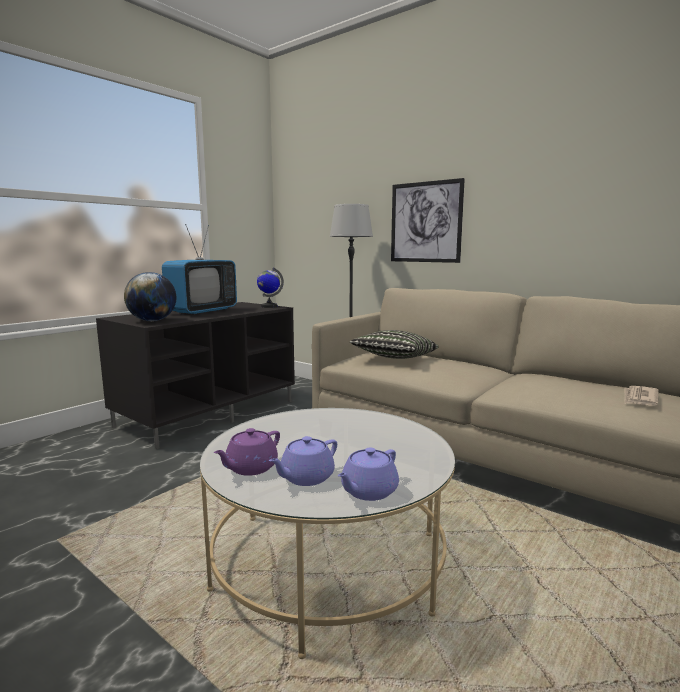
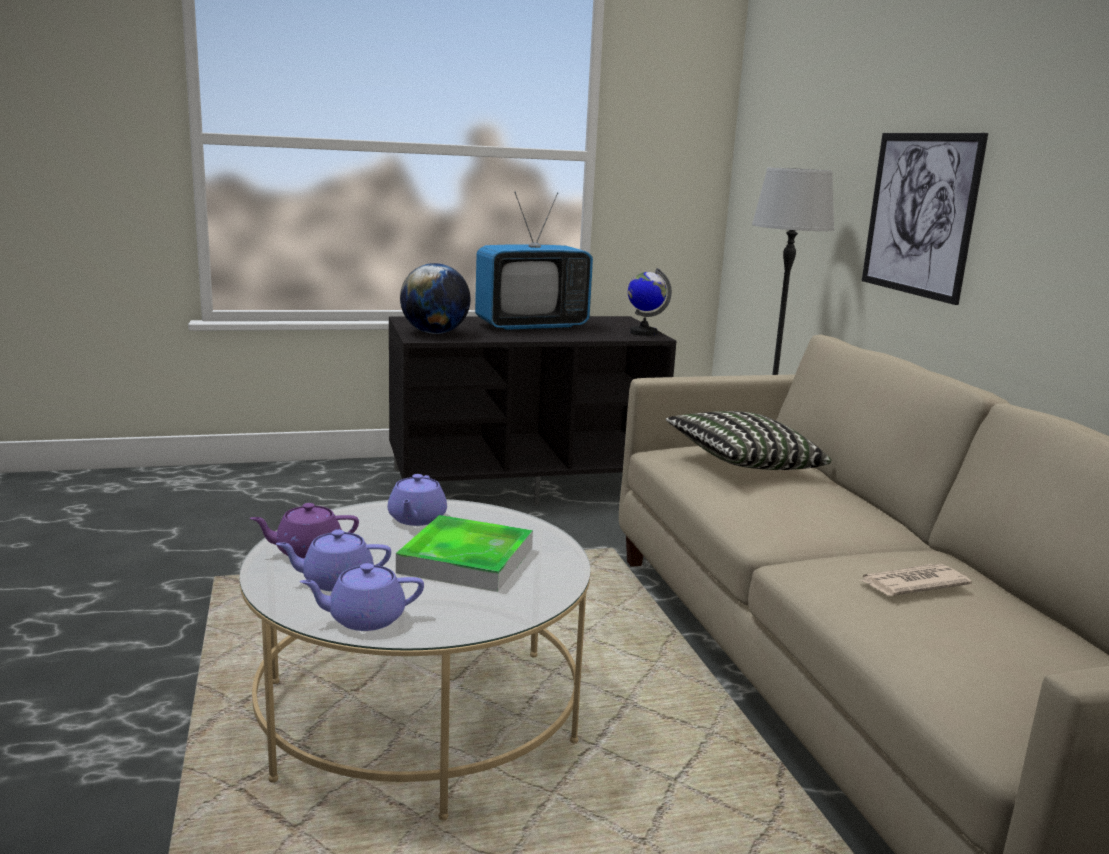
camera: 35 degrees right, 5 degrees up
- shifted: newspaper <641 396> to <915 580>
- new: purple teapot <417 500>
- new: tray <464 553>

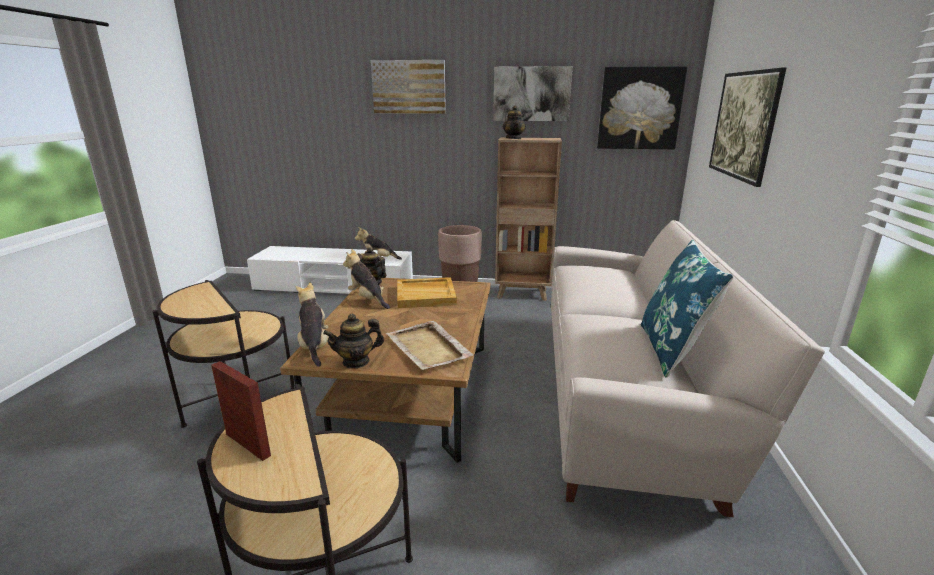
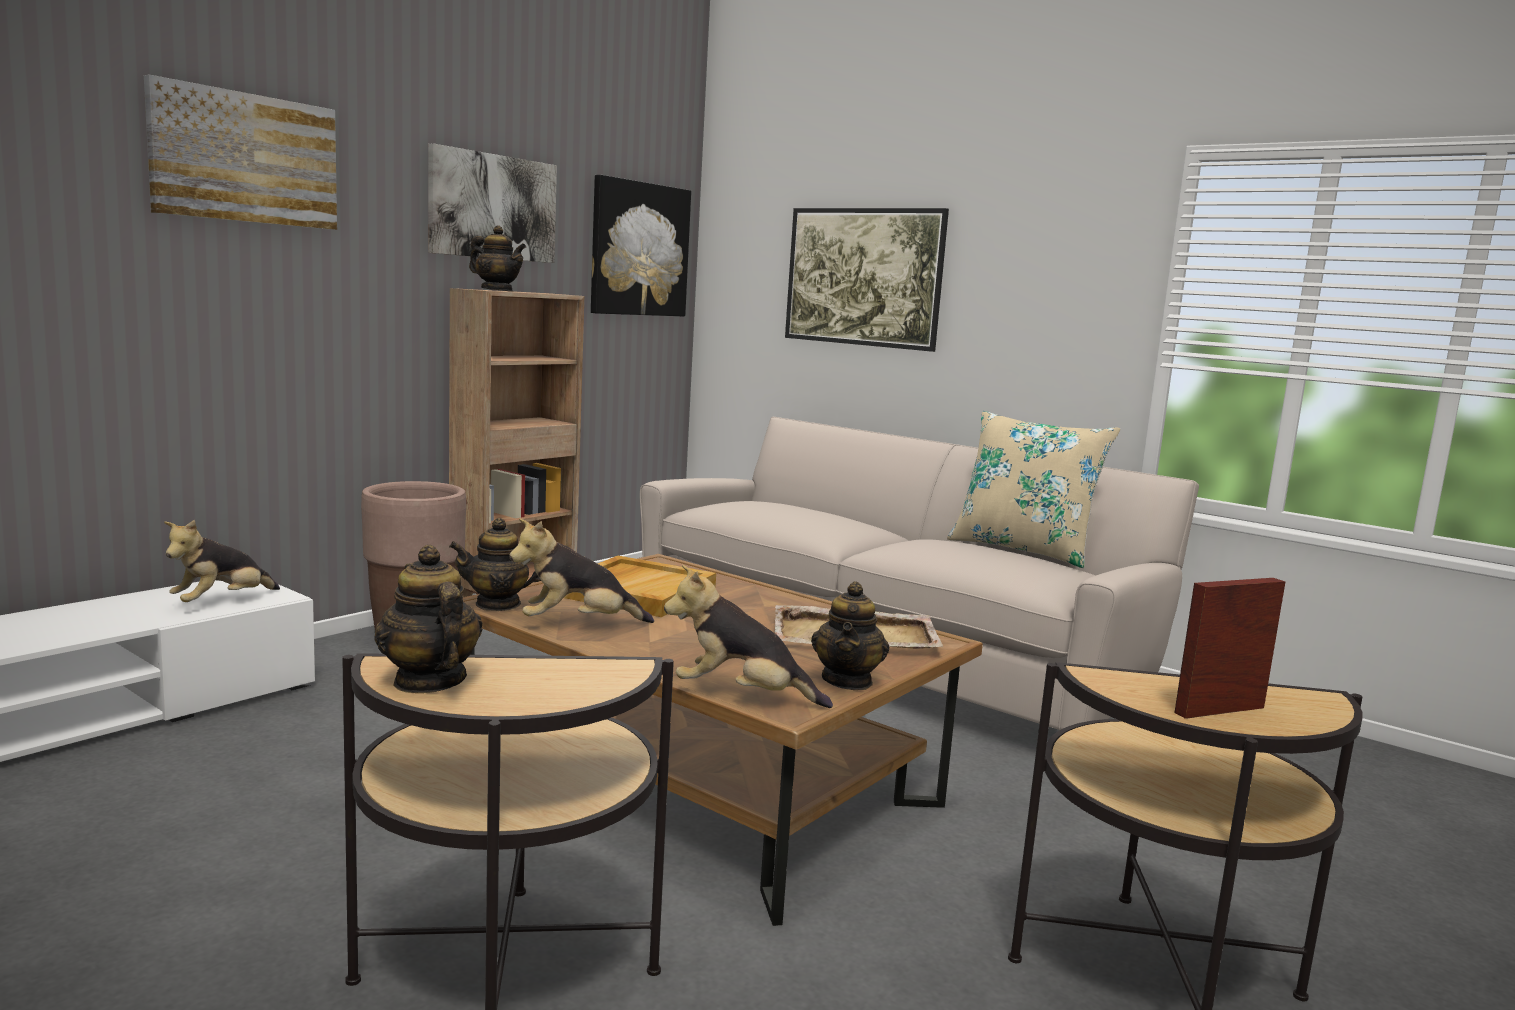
camera: 60 degrees left, 10 degrees down
- repainted: blue pillow <687 309> to beige pillow <1034 489>
- new: teapot <428 619>

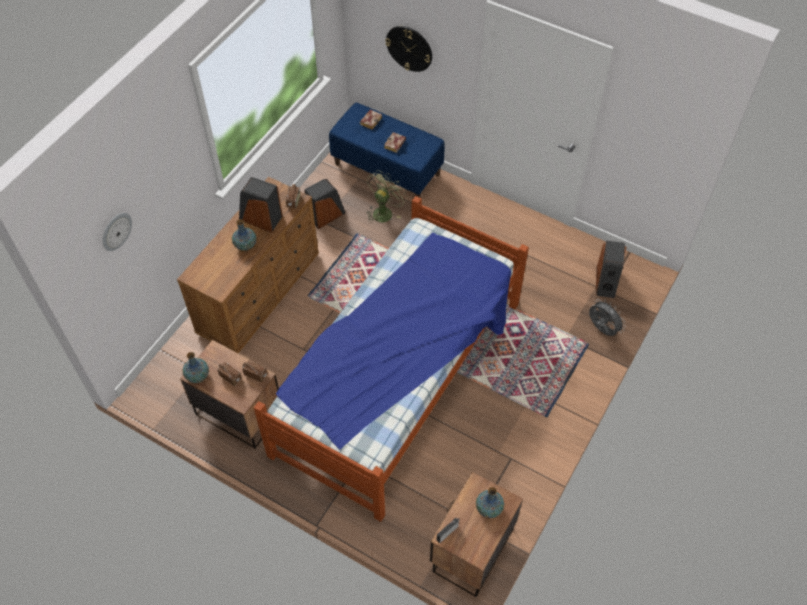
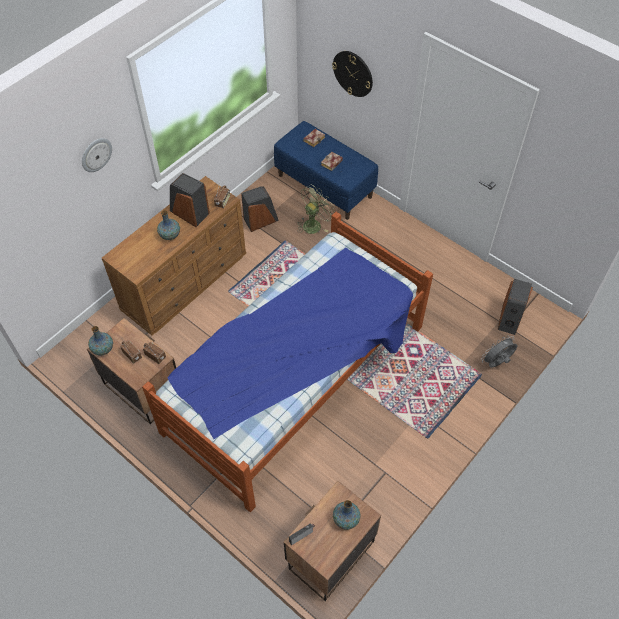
camera: 10 degrees right, 0 degrees up
- shifted: wall clock <117 232> to <97 155>
- rotated: grey fan <607 317> = <499 351> 90 degrees counterclockwise

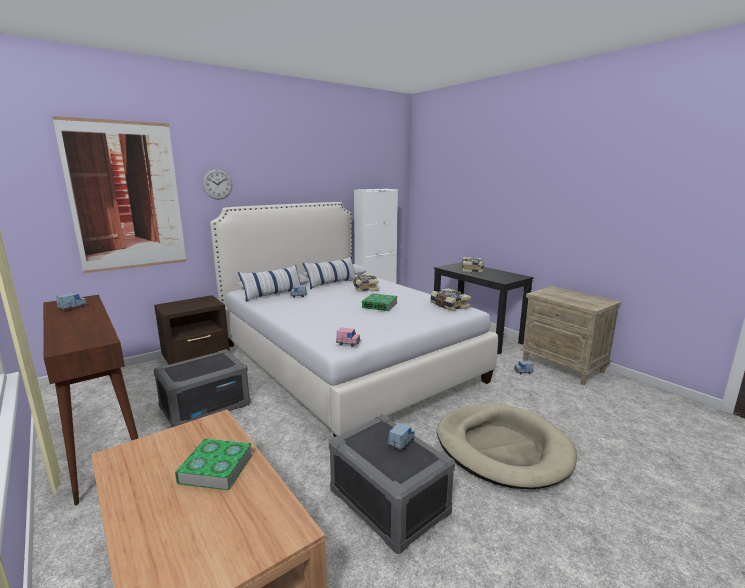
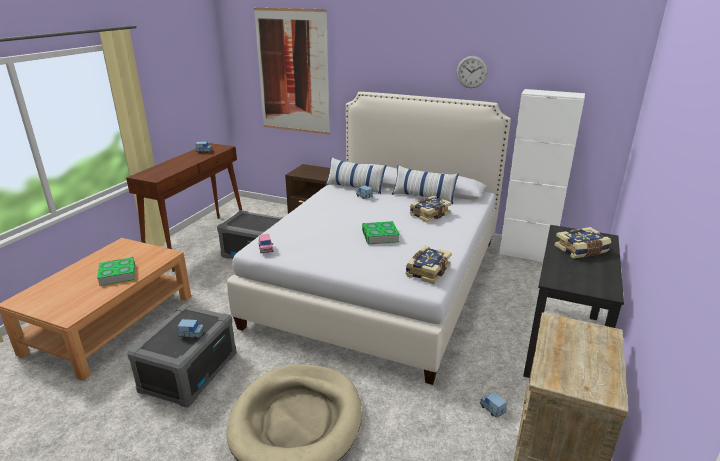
camera: 60 degrees right, 10 degrees up
- shifted: wall clock <217 184> to <472 72>

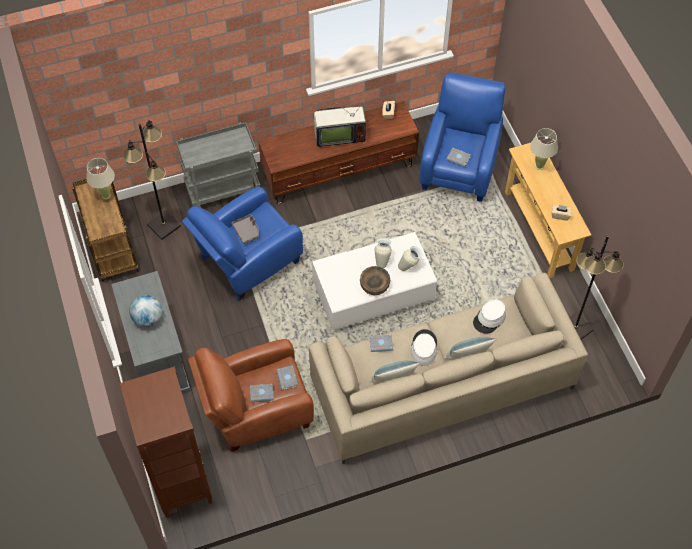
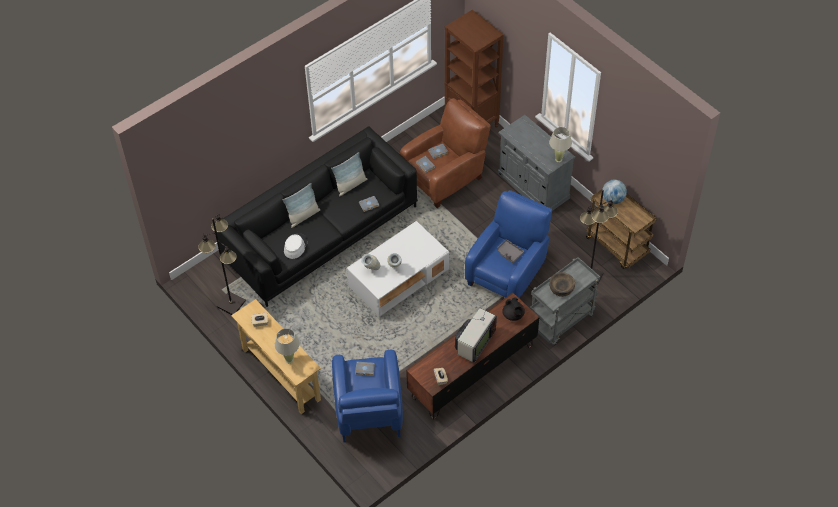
camera: 160 degrees right, 5 degrees down
- rotated: television <340 122> = <476 329> 150 degrees clockwise
- shifted: beige table lamp <100 179> to <560 144>
- shifted: brown bowl <375 280> to <562 284>
- repainted: beige sofa <448 368> to black sofa <317 217>
- shifted: globe <145 311> to <614 192>
- gone: white hat <423 347>
- new: black teapot <513 309>

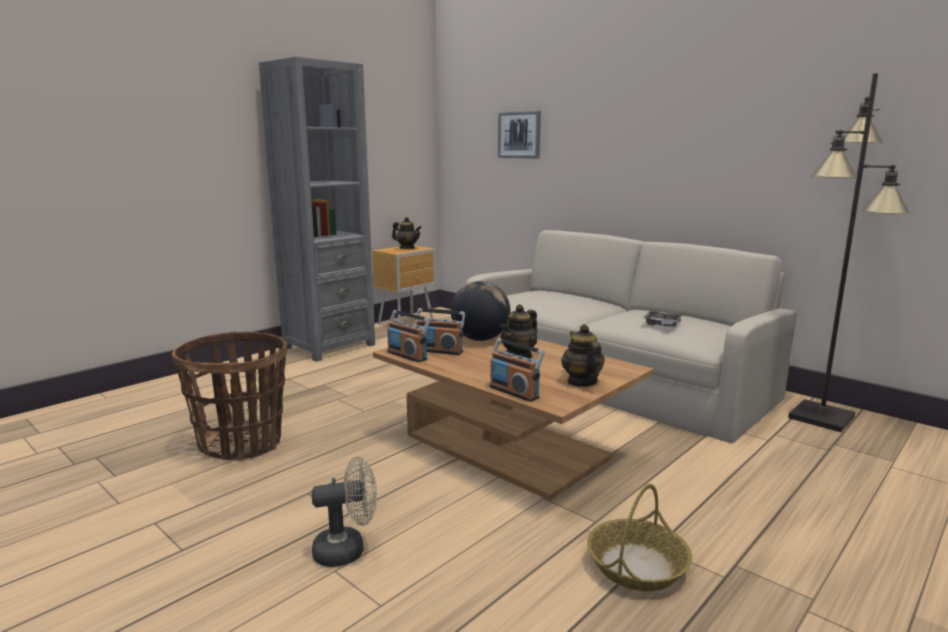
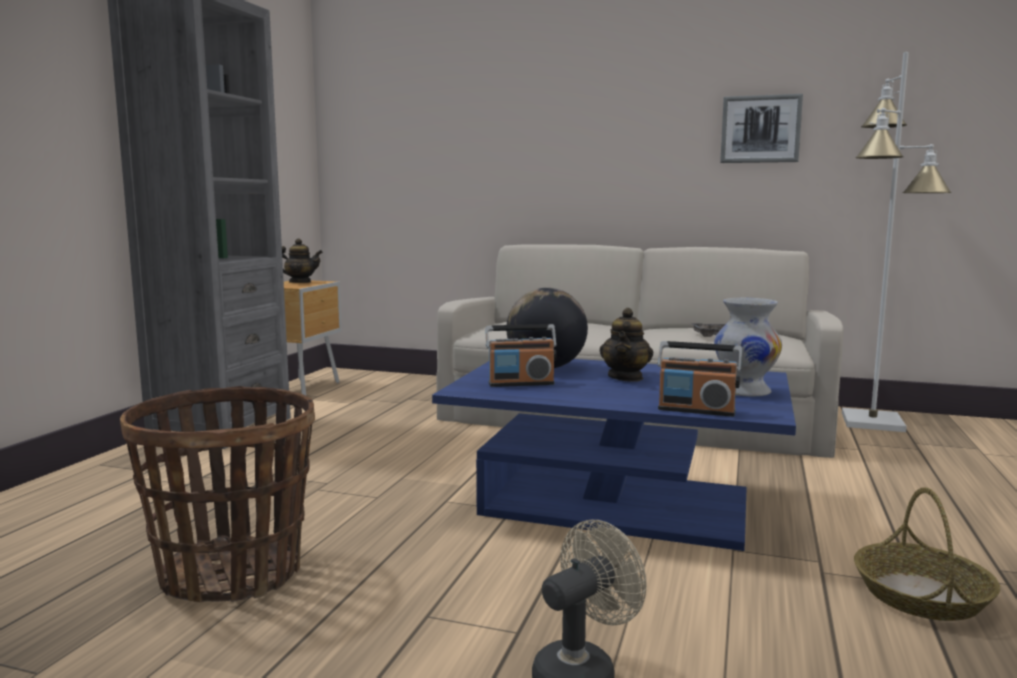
camera: 25 degrees left, 5 degrees down
- repainted: black floor lamp <849 252> to white floor lamp <897 242>
- shifted: picture <519 134> to <761 128>
- gone: radio <408 336>
- swapped: teapot <583 355> to white vase <748 347>
- repainted: brown coffee table <513 416> to blue coffee table <614 455>

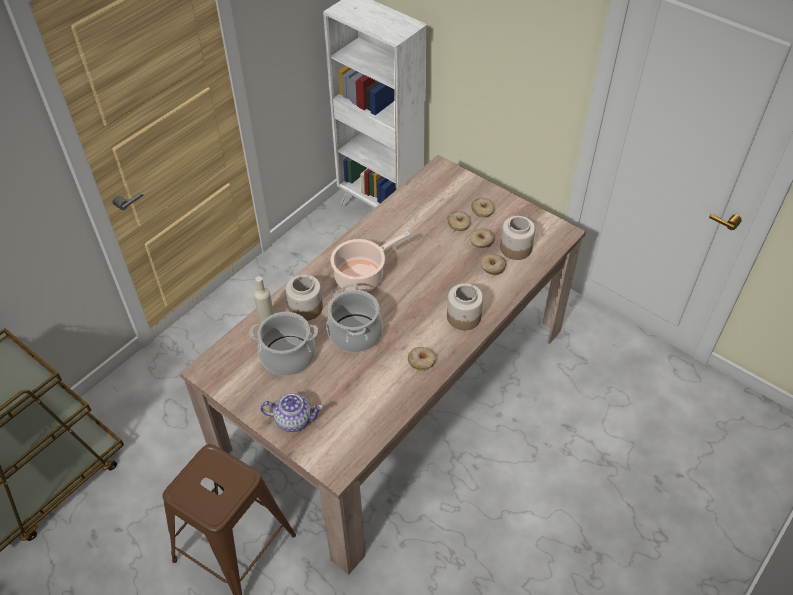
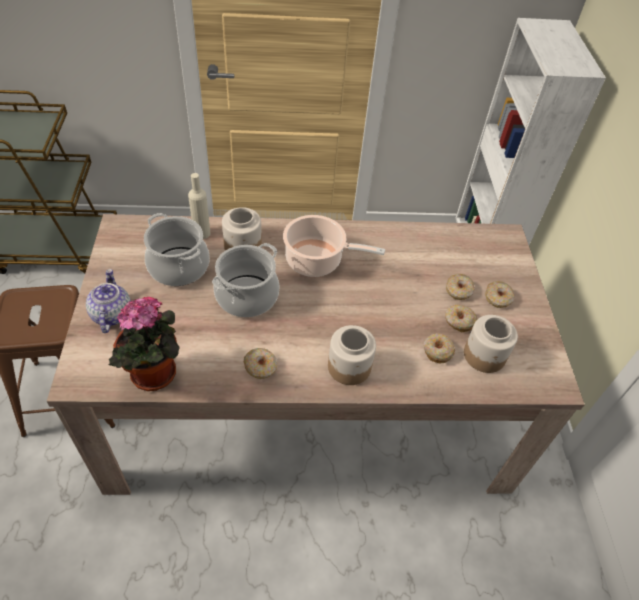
camera: 45 degrees right, 0 degrees up
- rotated: teapot <291 412> = <108 301> 150 degrees counterclockwise
- new: potted plant <144 344>

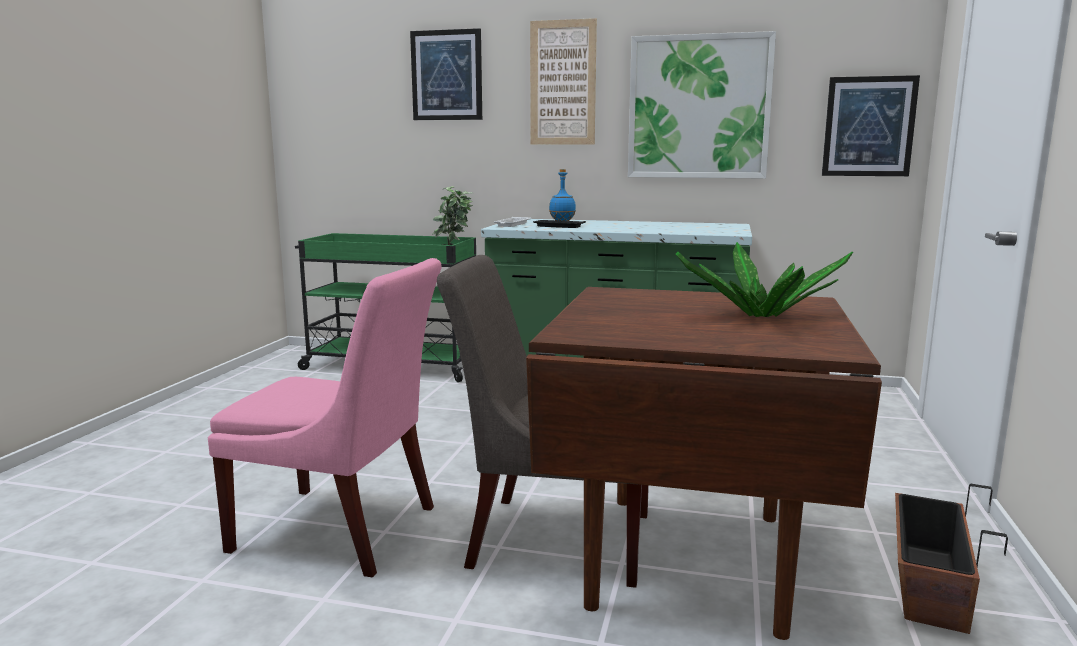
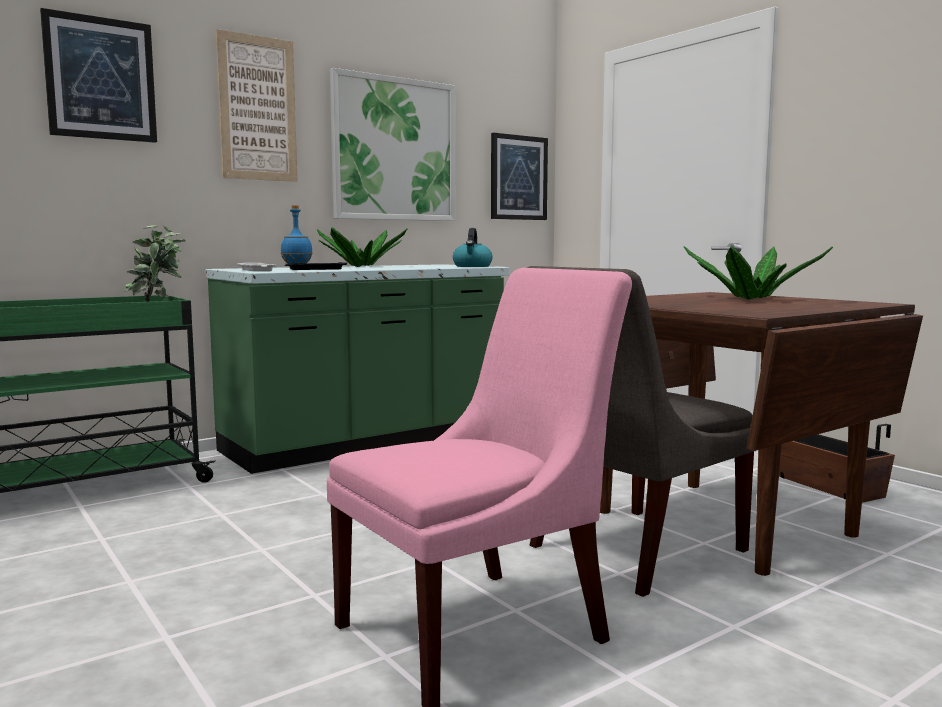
camera: 50 degrees left, 5 degrees down
- new: potted plant <362 247>
- new: kettle <473 247>

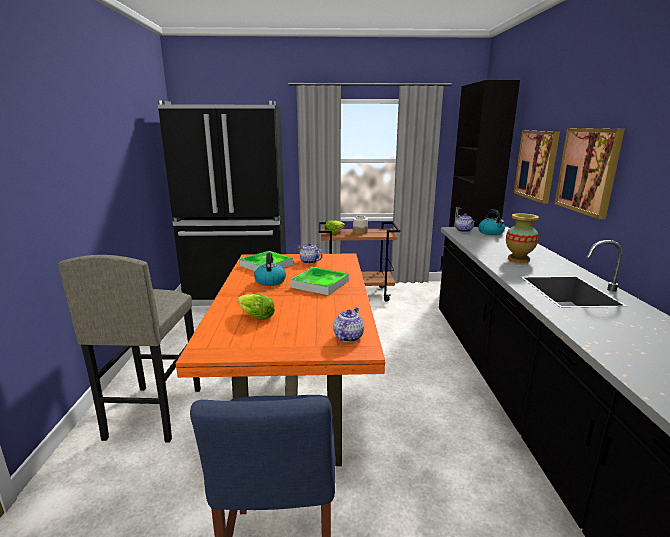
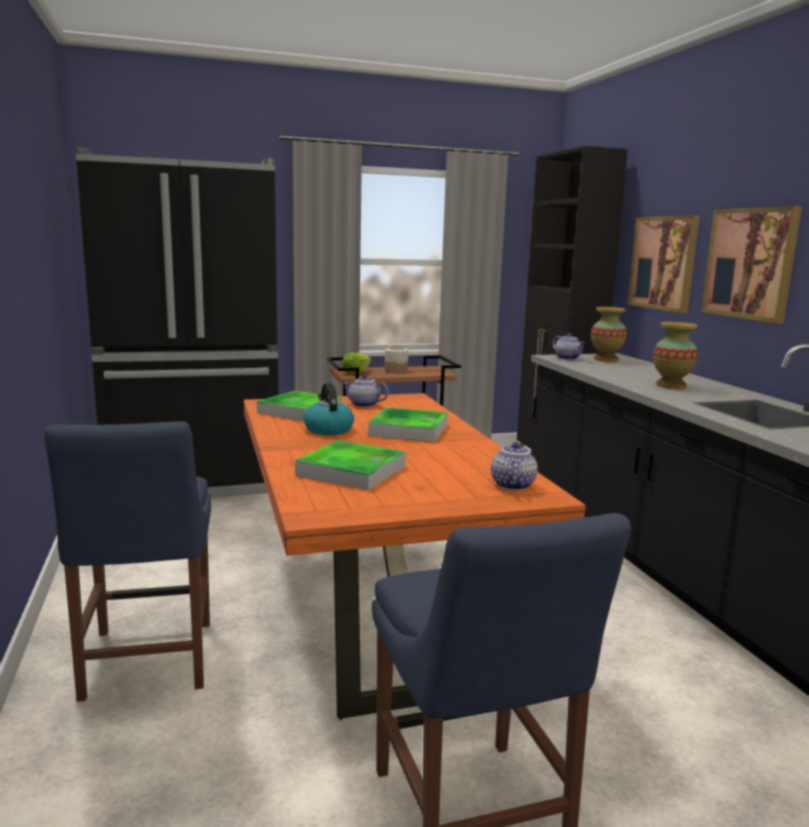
camera: 15 degrees left, 5 degrees down
- swapped: kettle <491 222> to vase <609 334>
- swapped: grey stool <129 349> to blue chair <127 561>
- swapped: lettuce <256 307> to tray <350 465>

